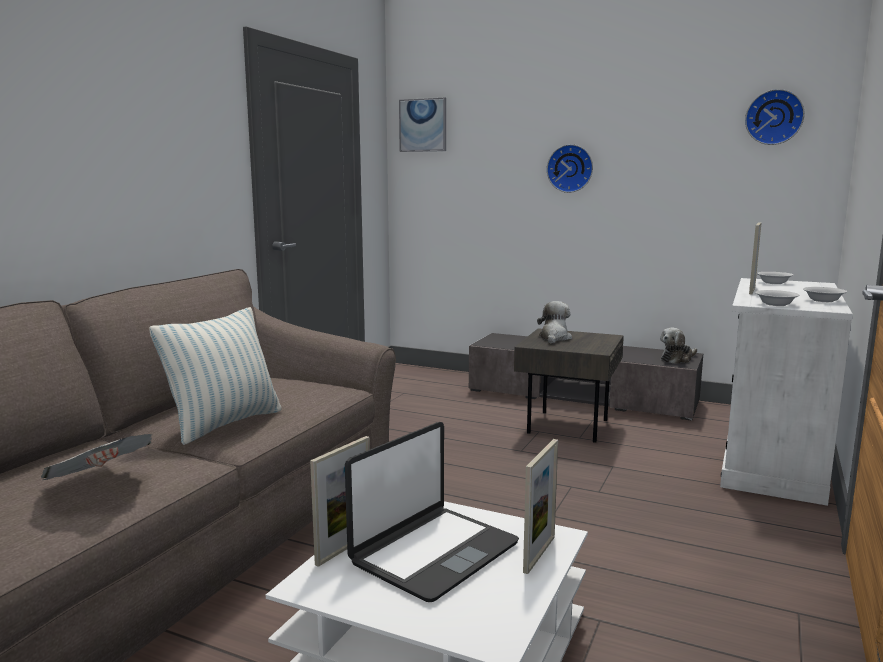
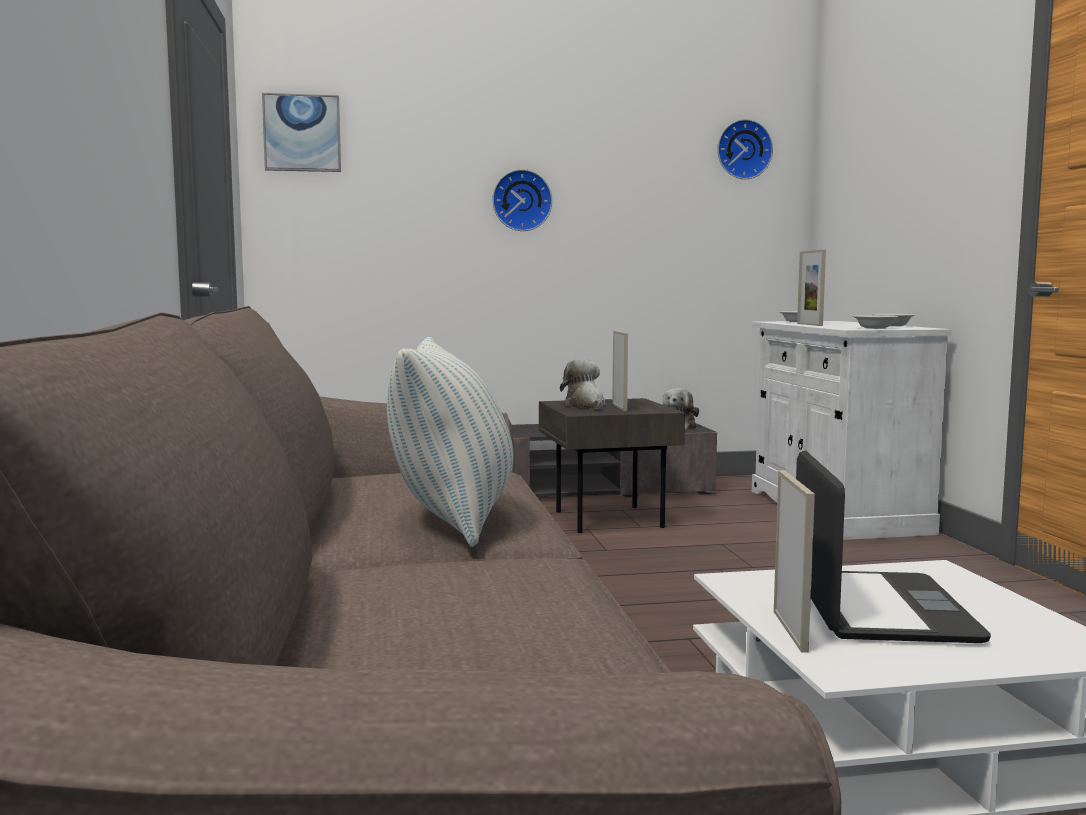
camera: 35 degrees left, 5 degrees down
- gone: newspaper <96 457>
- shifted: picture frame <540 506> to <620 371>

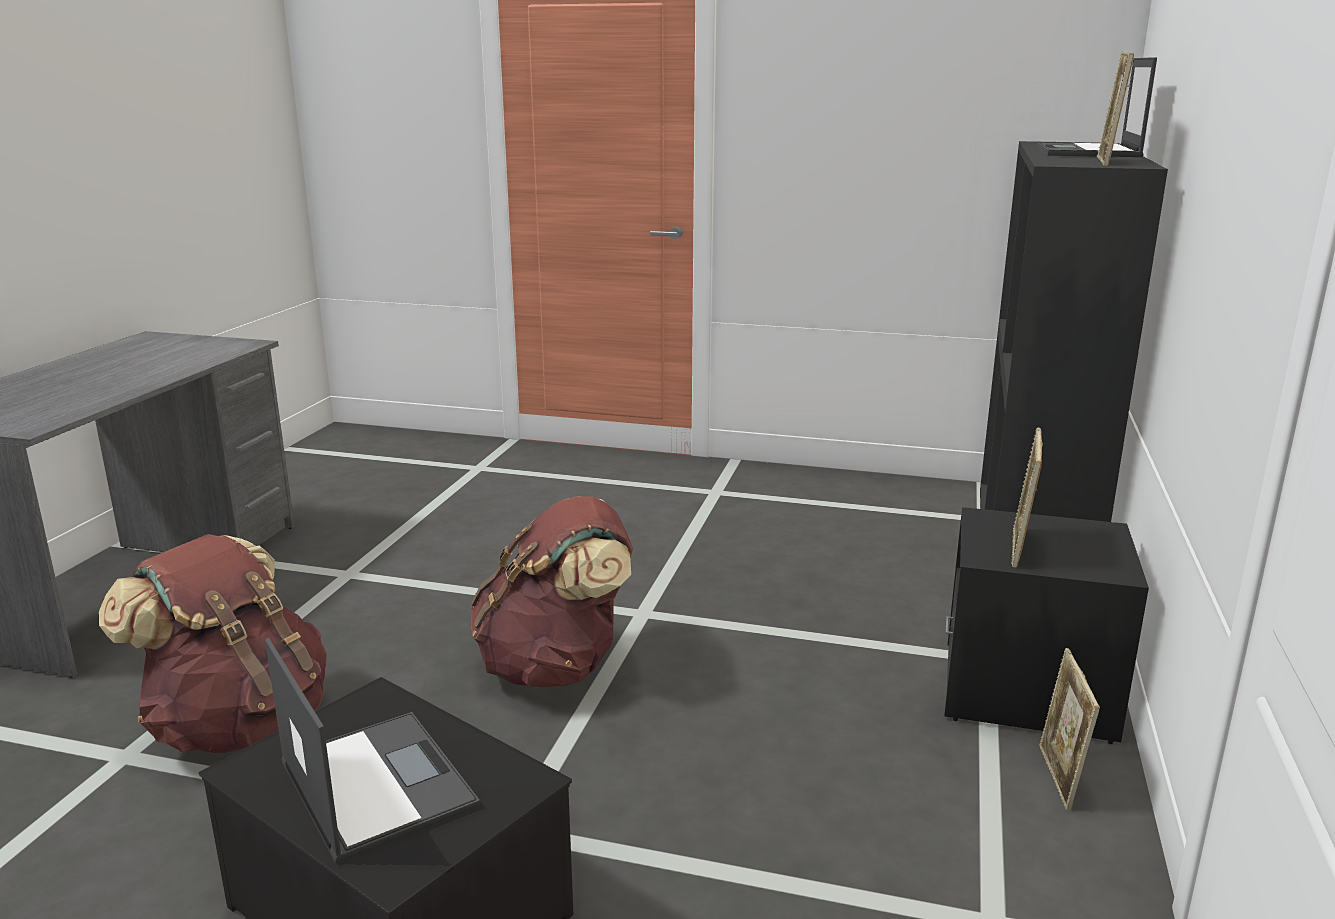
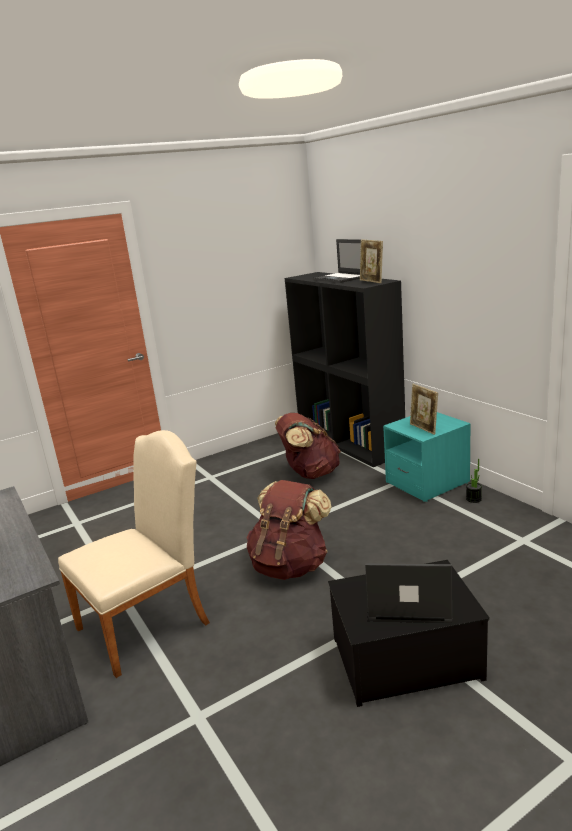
camera: 45 degrees left, 0 degrees up
- repainted: black nightstand <1046 625> to turquoise nightstand <427 457>
- shifted: brown backpack <212 643> to <308 446>
- swapped: picture frame <1069 729> to potted plant <474 481>
- new: beige chair <134 554>

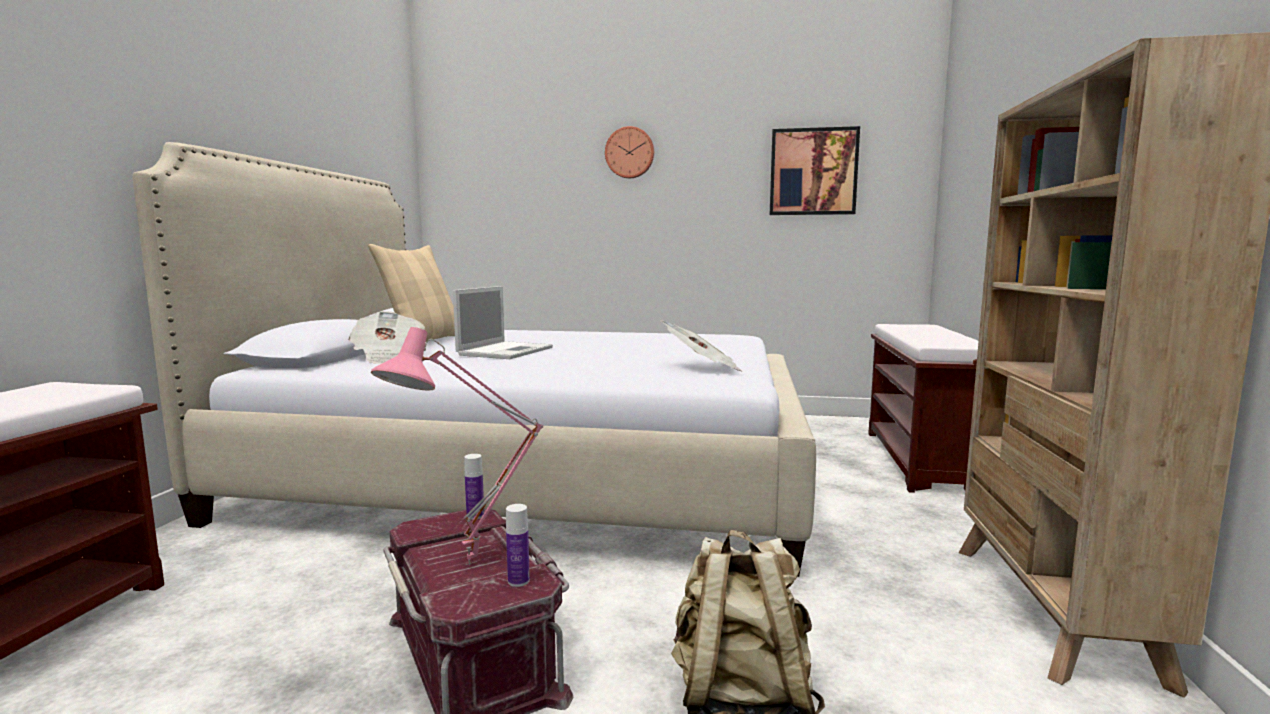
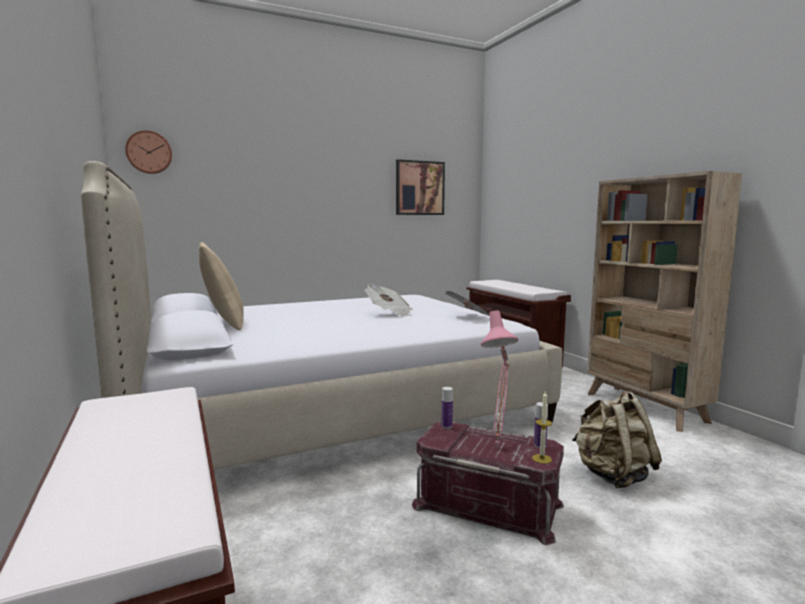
camera: 35 degrees left, 0 degrees up
- shifted: wall clock <629 152> to <148 152>
- gone: laptop <503 322>
- shifted: newspaper <387 337> to <389 300>
- new: candle <542 428>

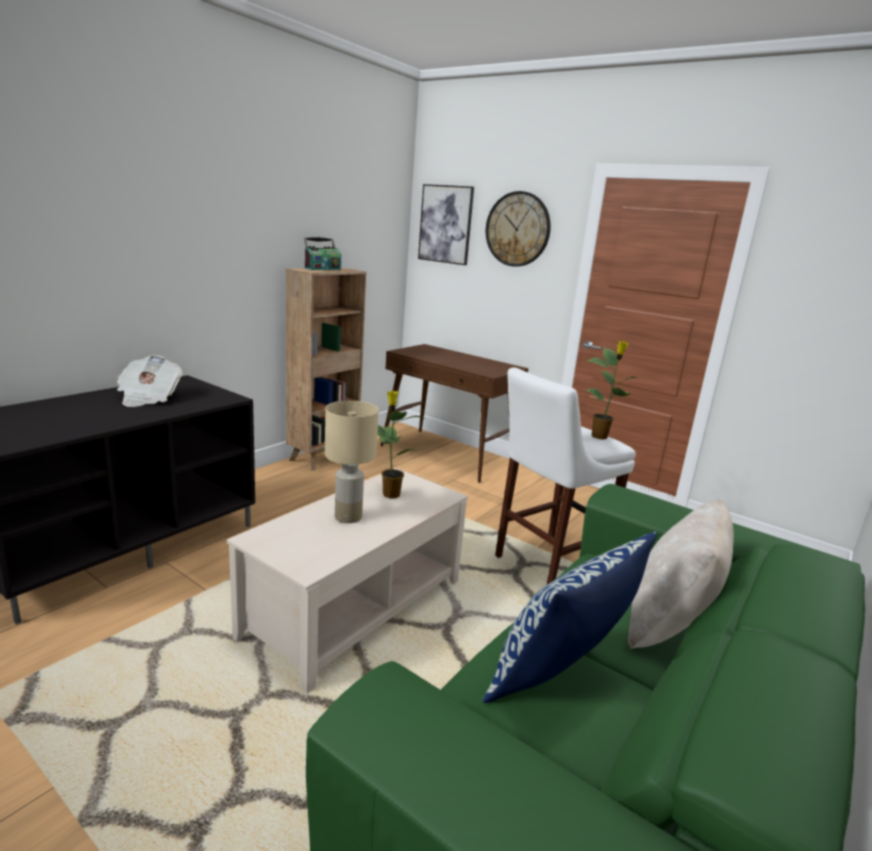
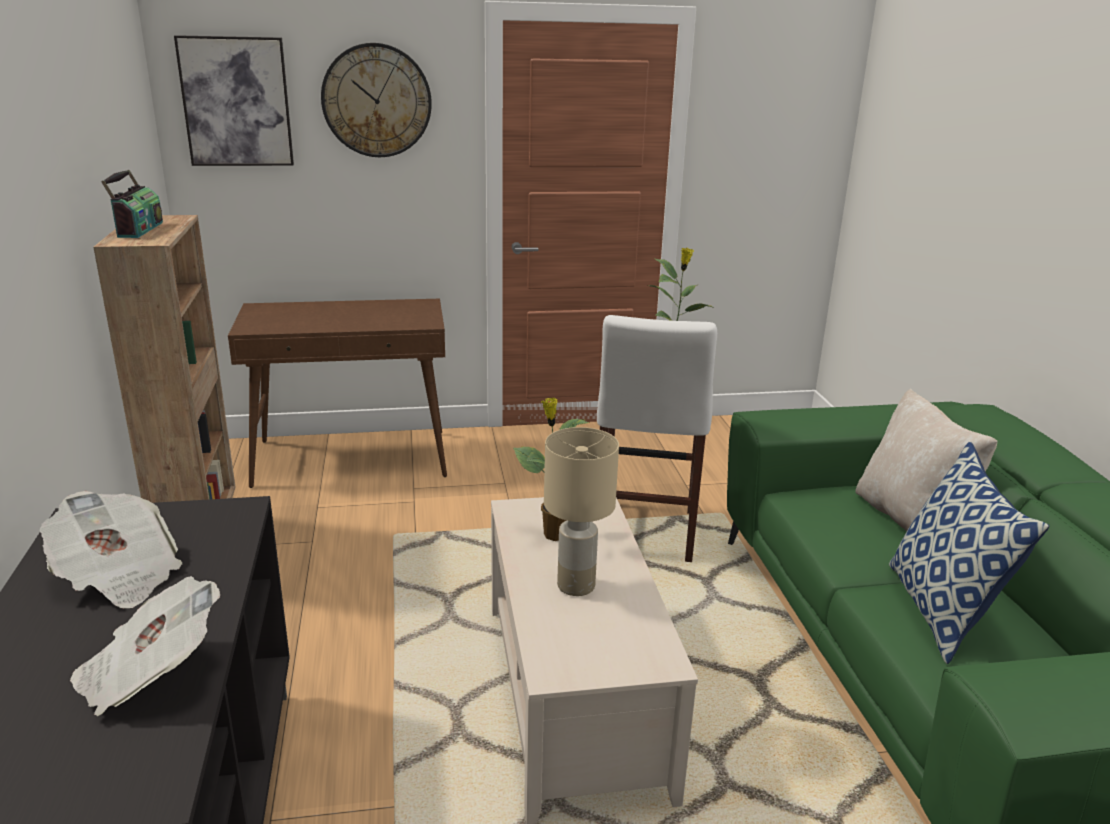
camera: 45 degrees left, 5 degrees up
- new: newspaper <145 646>

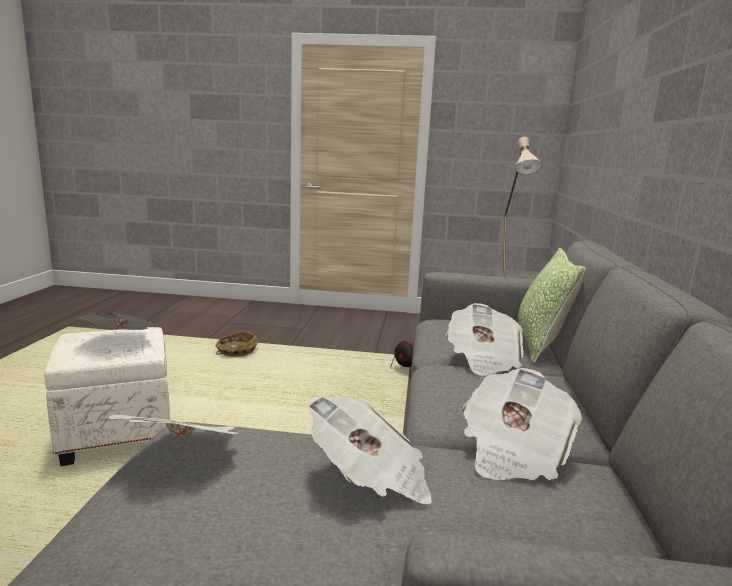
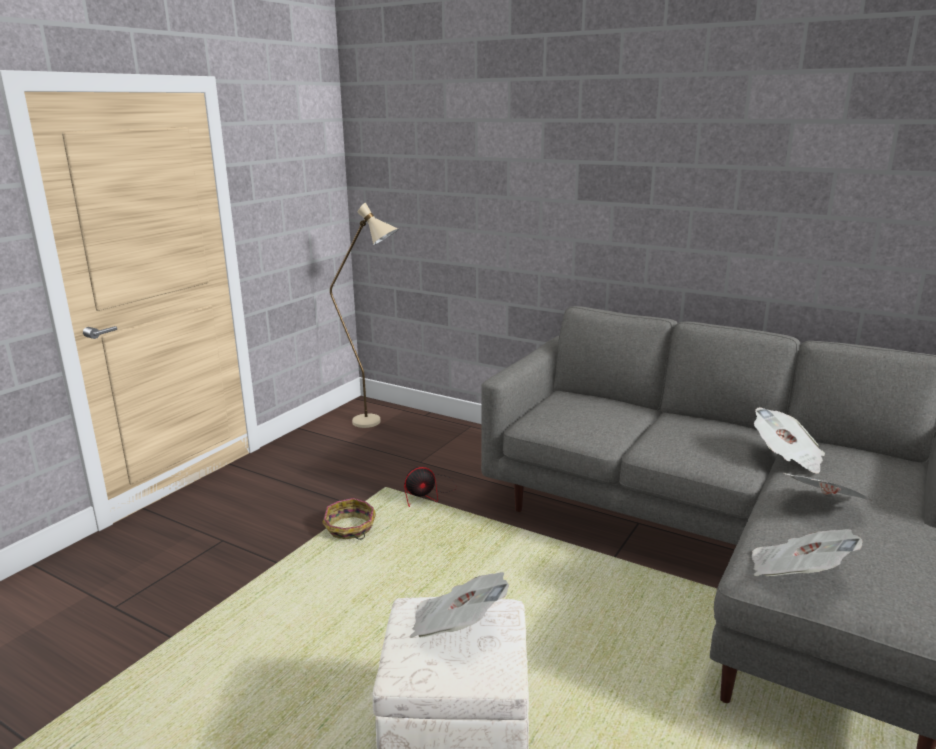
camera: 65 degrees left, 5 degrees up
- gone: pillow <552 305>
- gone: newspaper <484 339>
- shifted: basket <237 343> to <349 519>

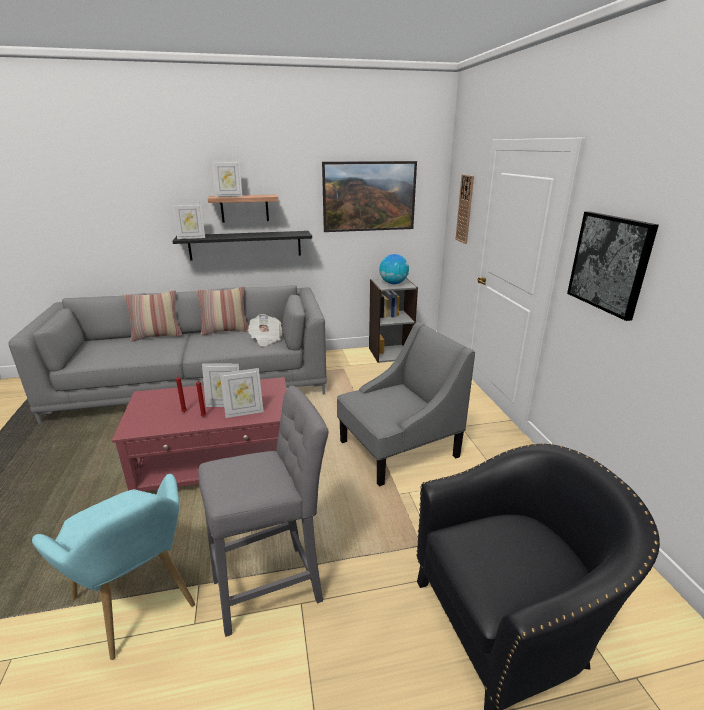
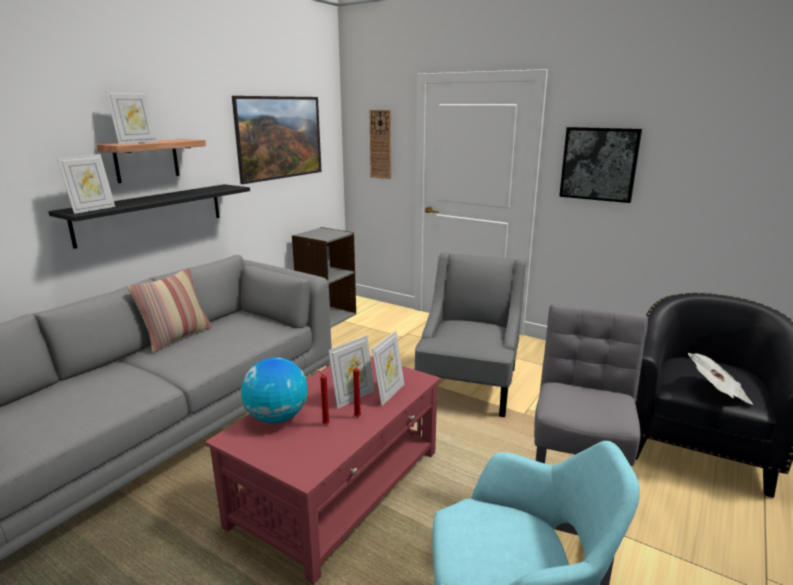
camera: 45 degrees left, 5 degrees down
- shifted: globe <394 269> to <274 390>
- gone: pillow <153 315>
- shifted: newspaper <265 330> to <720 379>

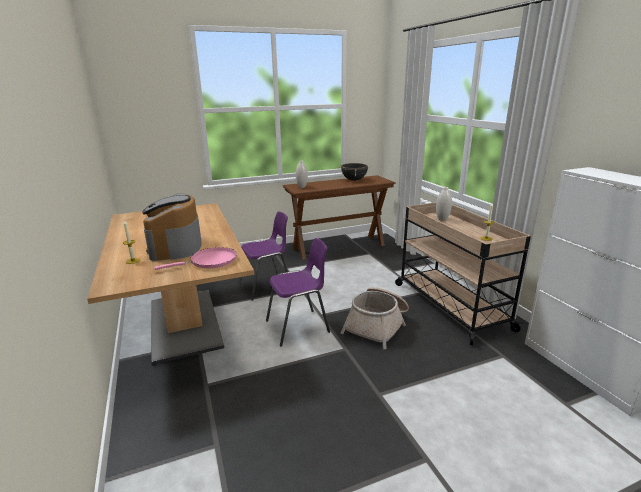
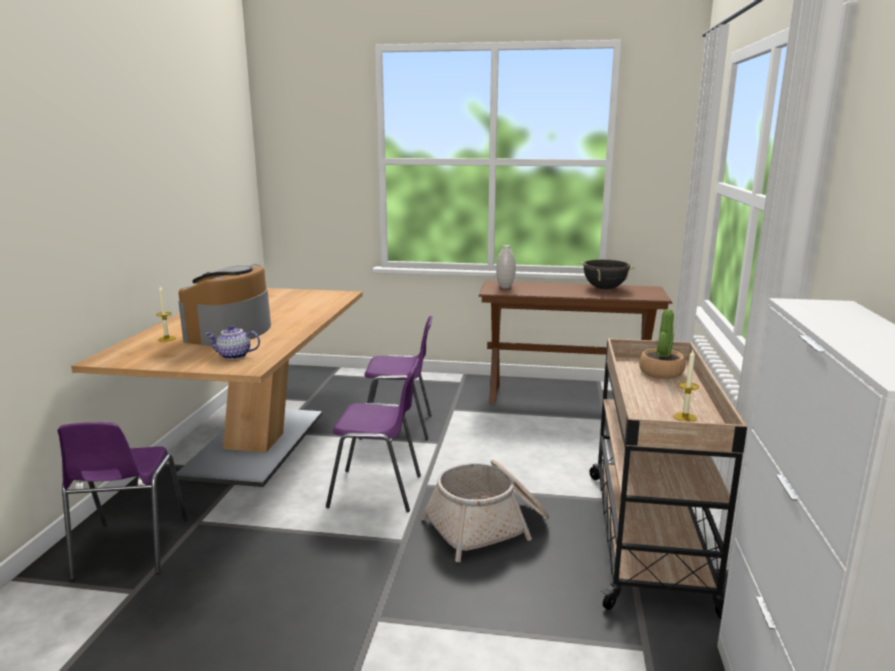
camera: 30 degrees right, 5 degrees down
- swapped: white vase <444 204> to potted plant <662 344>
- swapped: pink frying pan <195 258> to teapot <233 342>
- new: purple chair <122 501>

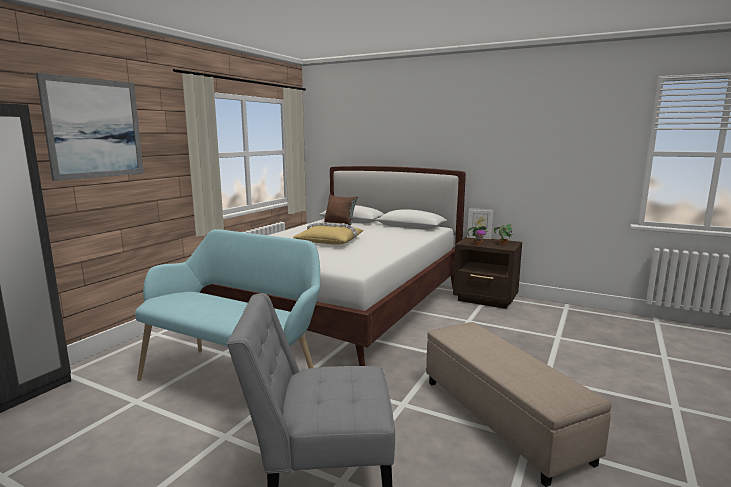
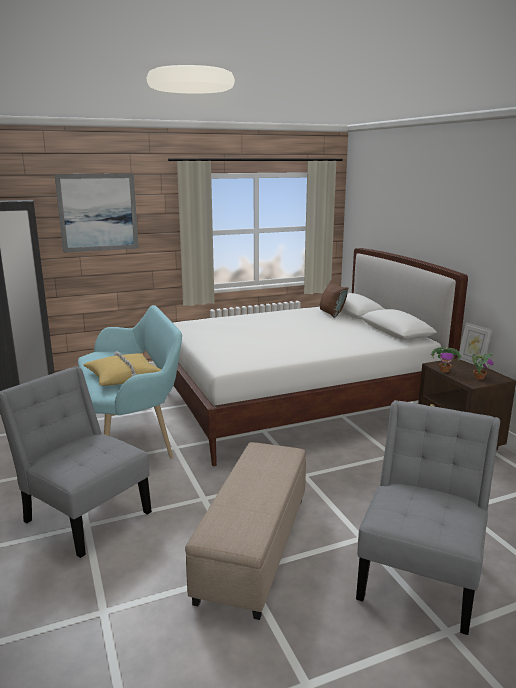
camera: 40 degrees right, 5 degrees up
- shifted: yellow pillow <328 233> to <122 368>
- new: grey chair <428 517>

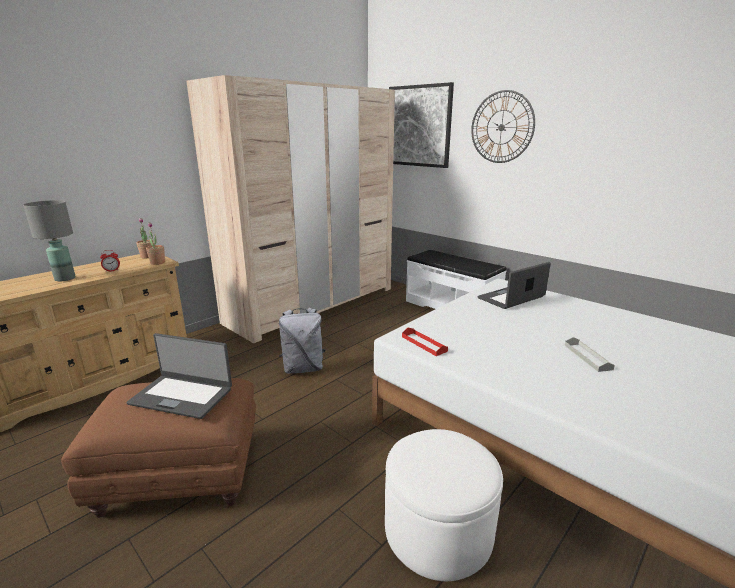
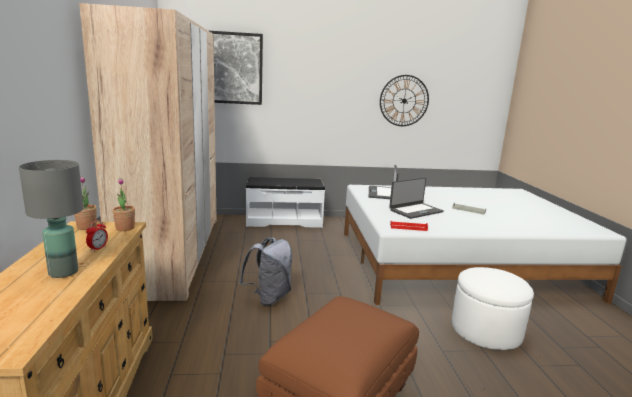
camera: 50 degrees left, 5 degrees down
- shifted: wall clock <503 126> to <404 100>
- shifted: laptop <179 376> to <416 198>

